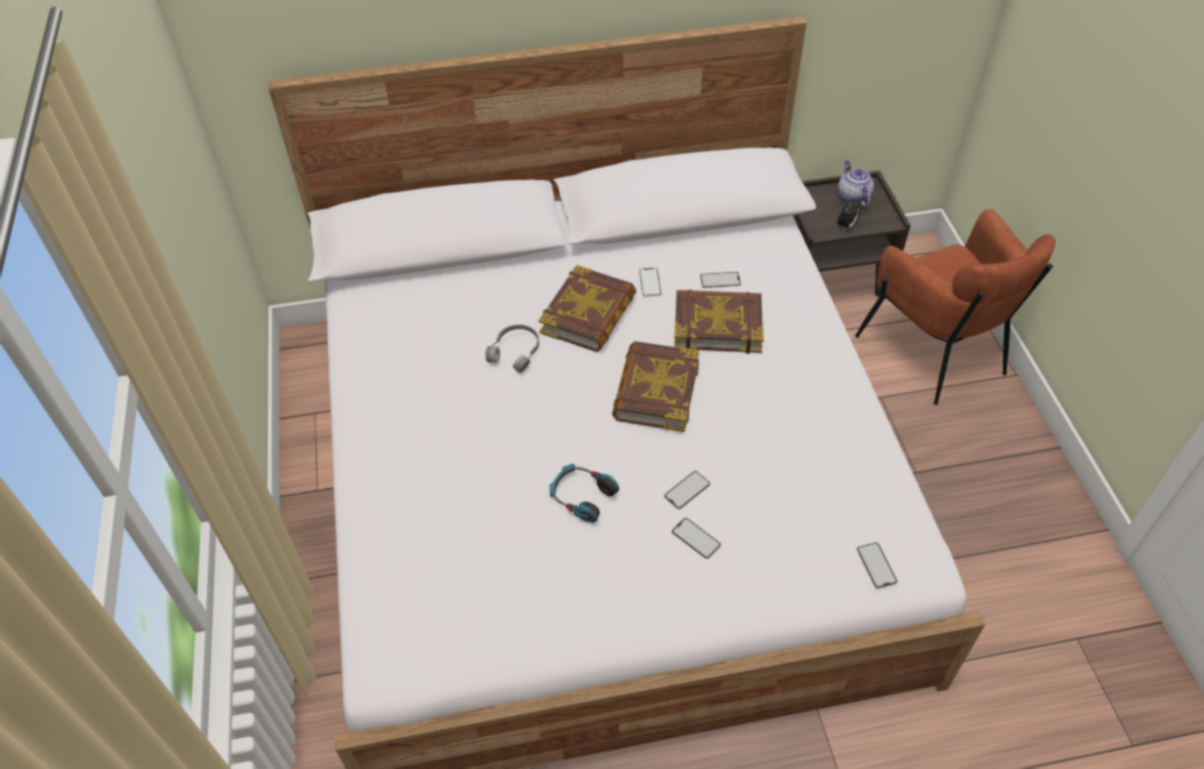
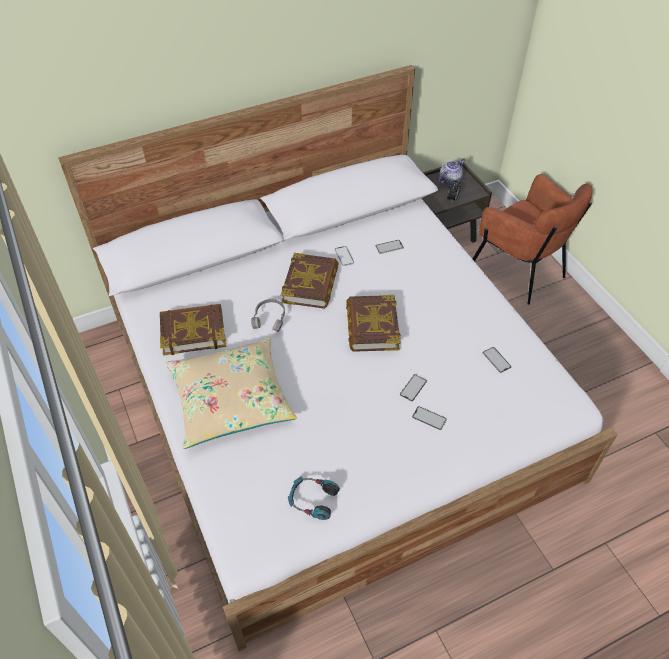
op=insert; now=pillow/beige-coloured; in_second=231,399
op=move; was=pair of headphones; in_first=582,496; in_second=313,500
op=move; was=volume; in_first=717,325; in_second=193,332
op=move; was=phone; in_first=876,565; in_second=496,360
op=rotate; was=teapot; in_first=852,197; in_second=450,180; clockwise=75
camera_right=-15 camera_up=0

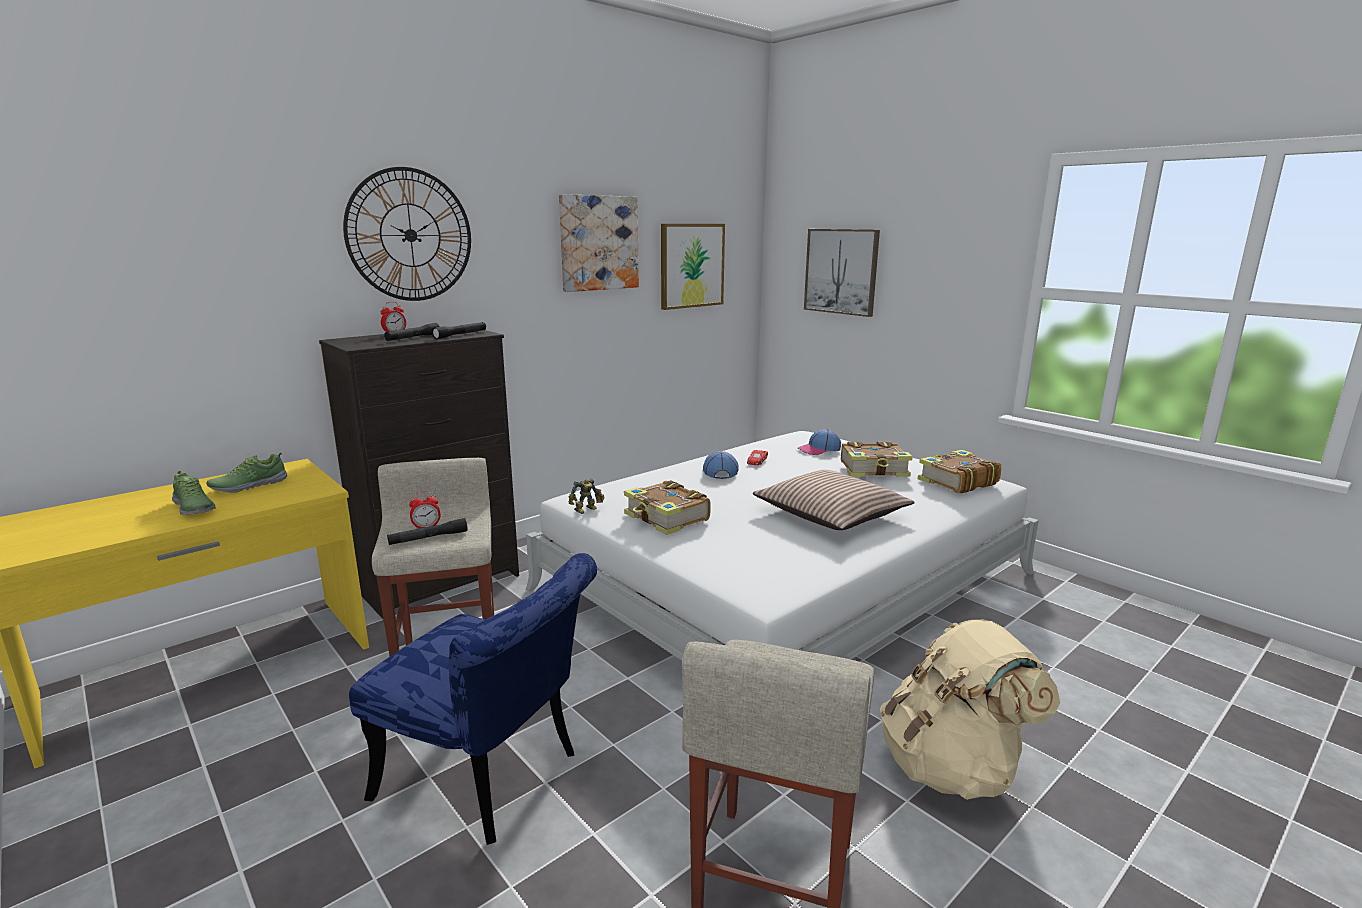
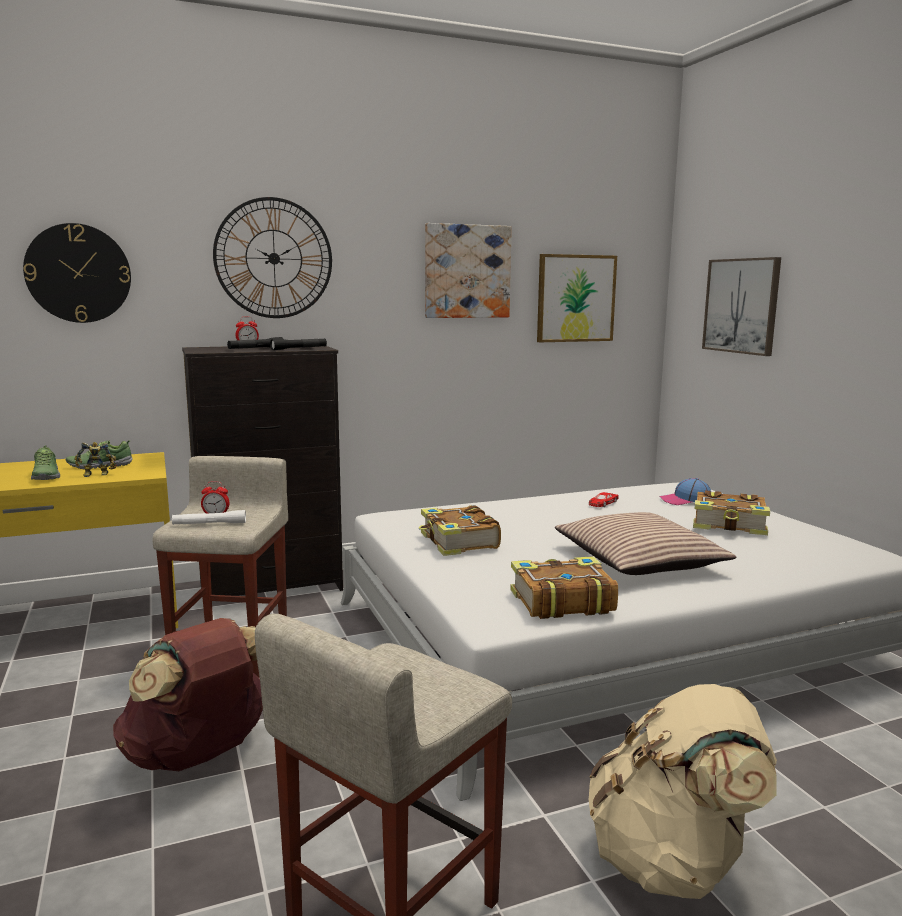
op=delete; was=cap; in_first=719,470
op=insert; now=hanging clock; in_second=78,273
op=move; was=robot figure; in_first=587,510; in_second=97,475
op=move; was=volume; in_first=956,482; in_second=560,601
op=replace; was=plain chair/blue-coloured; now=rucksack/brownish; in_first=491,779; in_second=199,755
op=recolor; was=torch/blackish; now=torch/white; in_first=428,538; in_second=209,524
camera_right=20 camera_up=-5

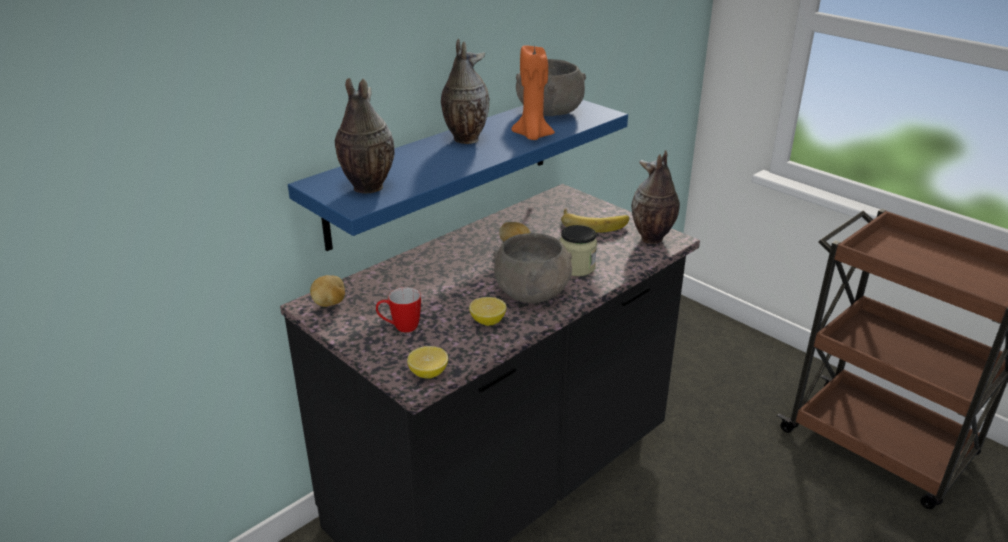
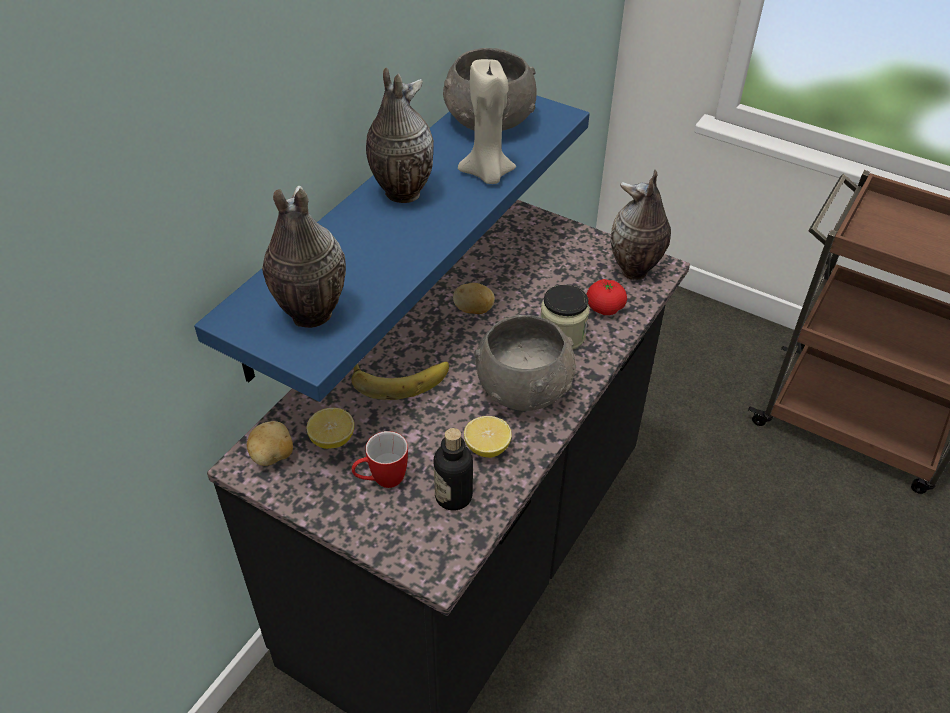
op=insert; now=beverage bottle; in_second=453,496
op=insert; now=fresh tomato; in_second=605,307
op=move; was=whole lemon; in_first=428,373; in_second=332,439
op=move; was=banana fruit; in_first=594,223; in_second=399,376
op=recolor; was=wax candle/orange; now=wax candle/beige-coloured; in_first=532,136; in_second=487,174
camera_right=-15 camera_up=15

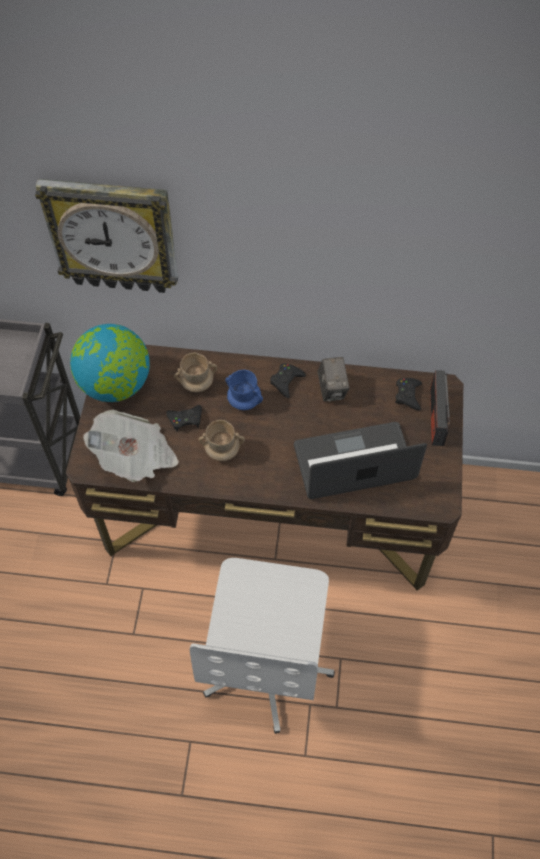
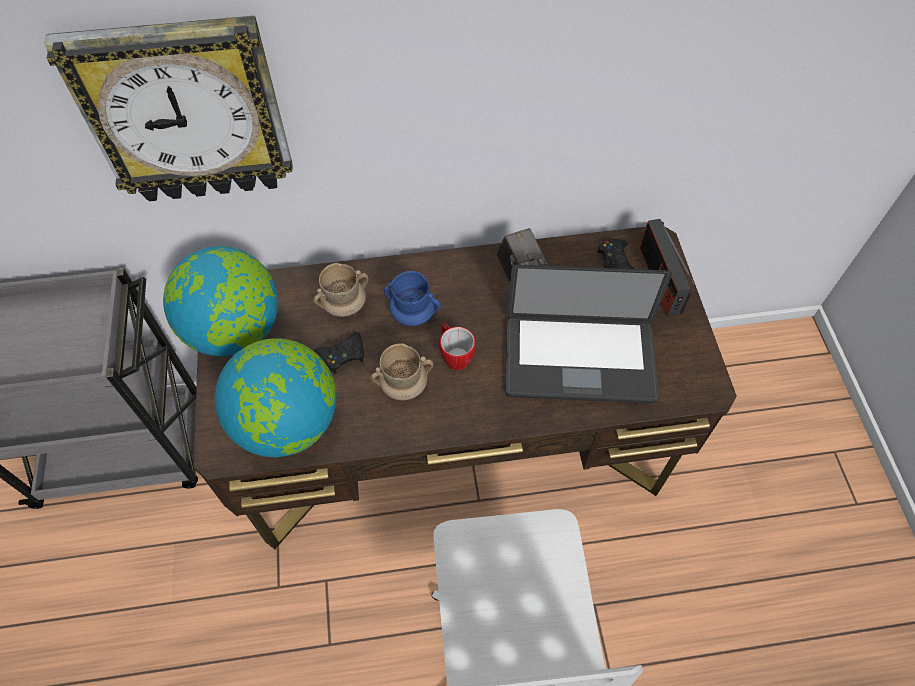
op=delete; was=joypad/blackish; in_first=286,381
op=insert; now=mug; in_second=454,355
op=replace; was=daily paper; now=desk globe; in_first=135,457; in_second=288,422
op=rotate; was=notebook computer; in_first=354,462; in_second=579,361; clockwise=-150
camera_right=-15 camera_up=0

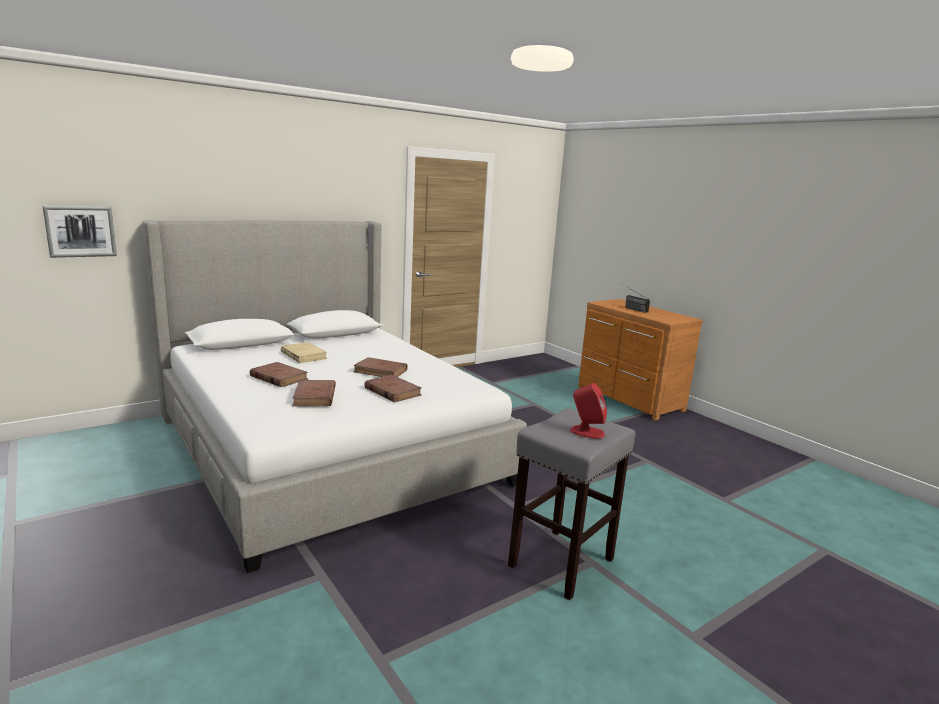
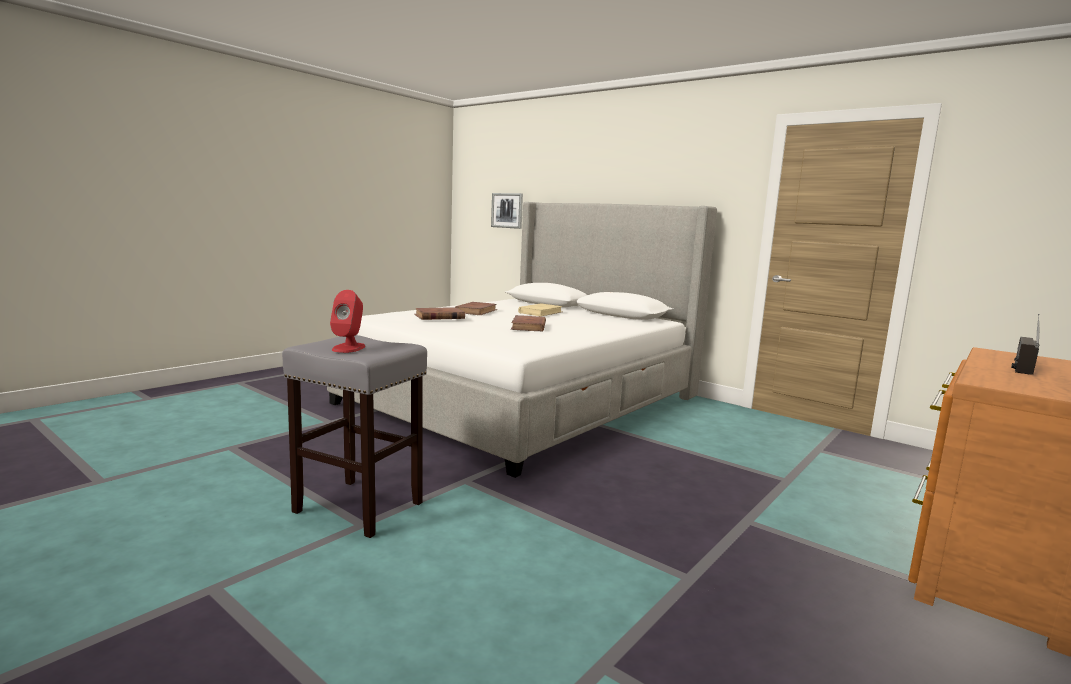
op=delete; was=volume/brownish; in_first=392,391
camera_right=75 camera_up=-5

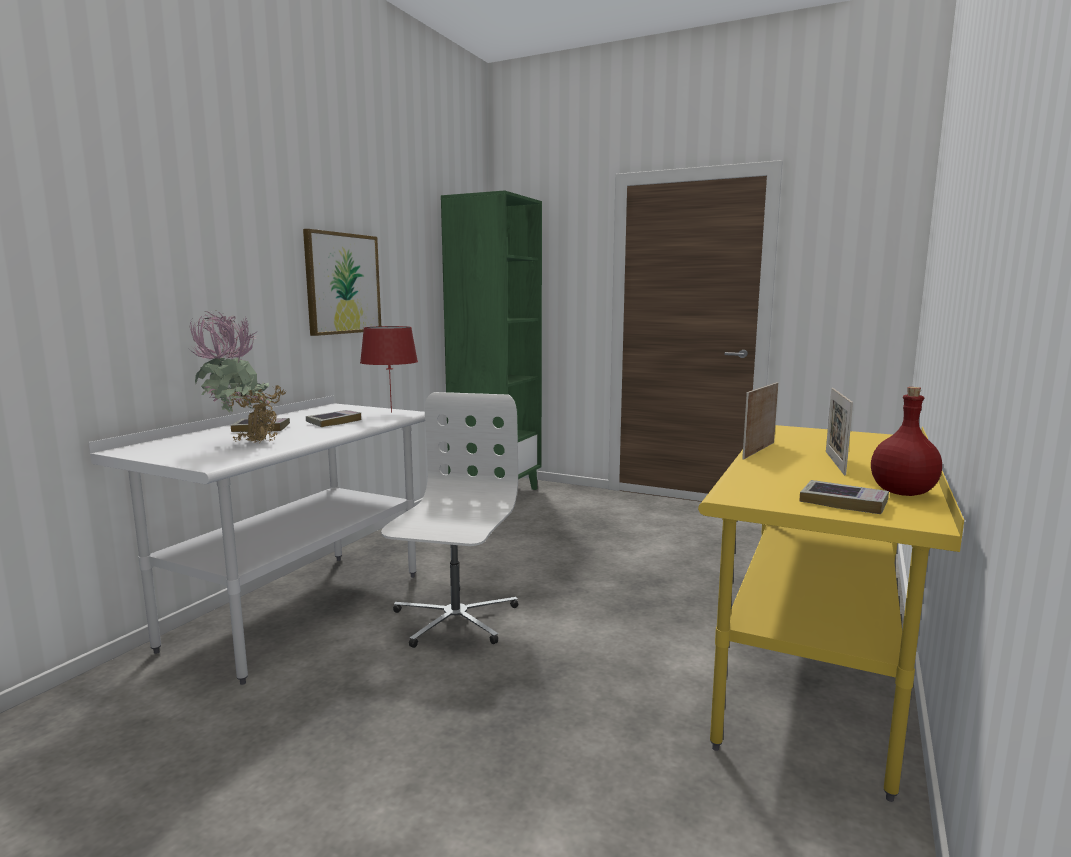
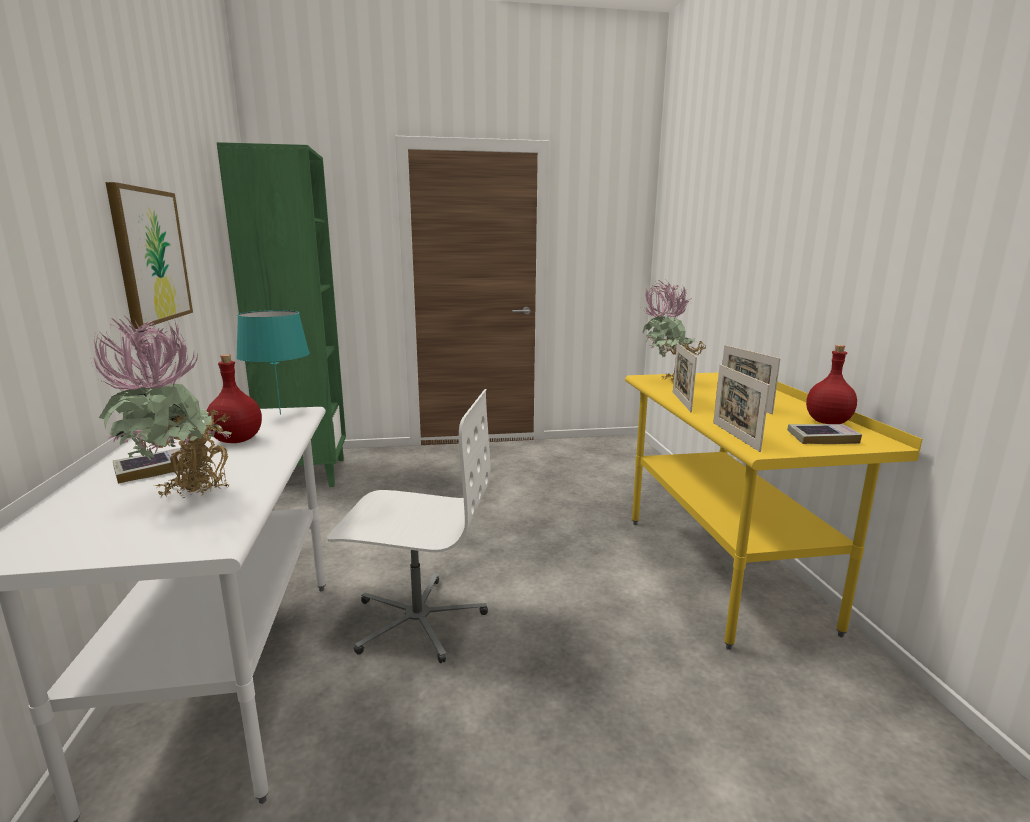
op=insert; now=potted plant; in_second=667,382
op=insert; now=picture frame; in_second=735,436
op=replace; was=volume; now=beverage bottle/reddish; in_first=334,422; in_second=238,440
op=recolor; was=lamp for a table/reddish; now=lamp for a table/turquoise; in_first=390,412; in_second=279,414
op=rotate; was=office chair/white; in_first=454,618; in_second=417,619; clockwise=120
camera_right=-35 camera_up=5

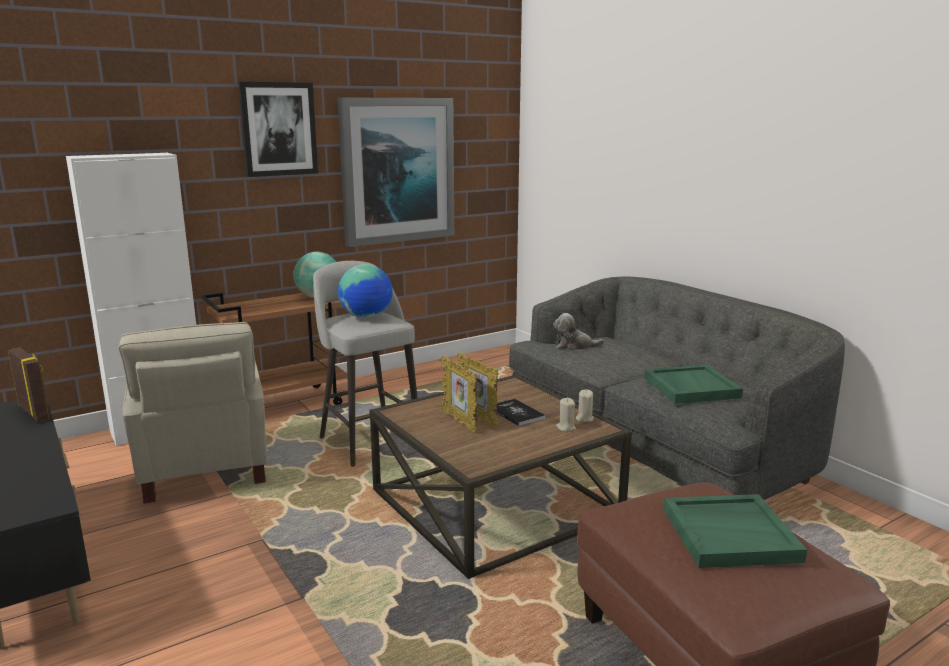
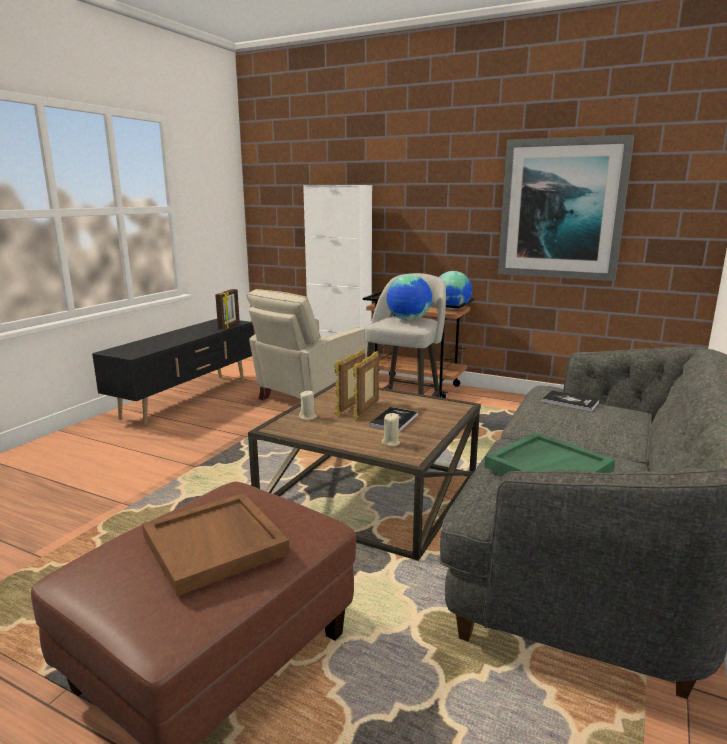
op=delete; was=picture; in_first=278,129
op=move; was=wax candle/beige-coloured; in_first=584,418; in_second=308,417
op=replace; was=cuddly toy; now=volume; in_first=574,346; in_second=570,402
op=recolor; was=serving tray/green; now=serving tray/brownish; in_first=730,534; in_second=216,545
camera_right=60 camera_up=0

